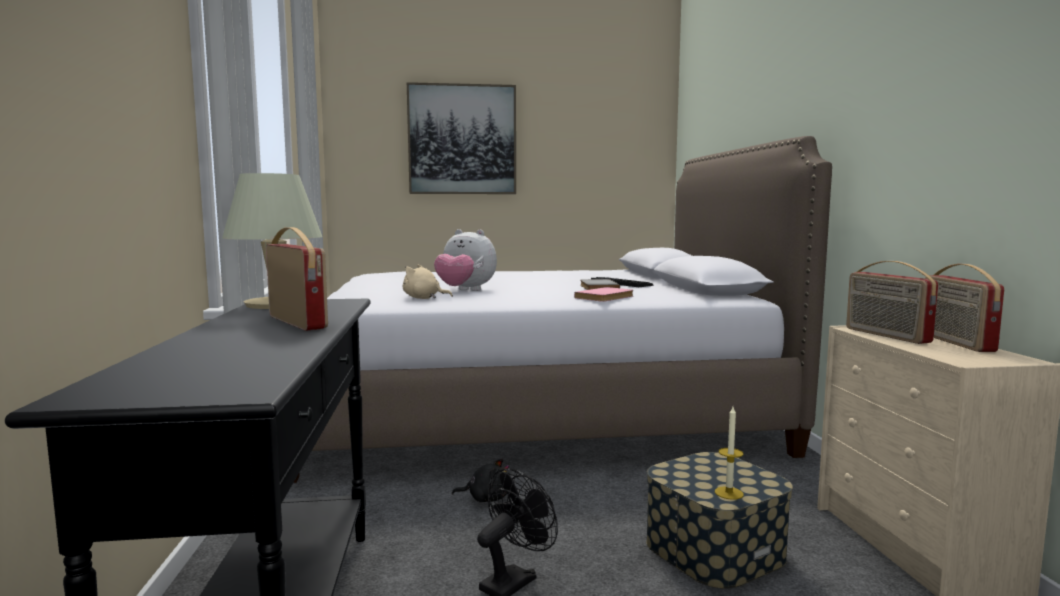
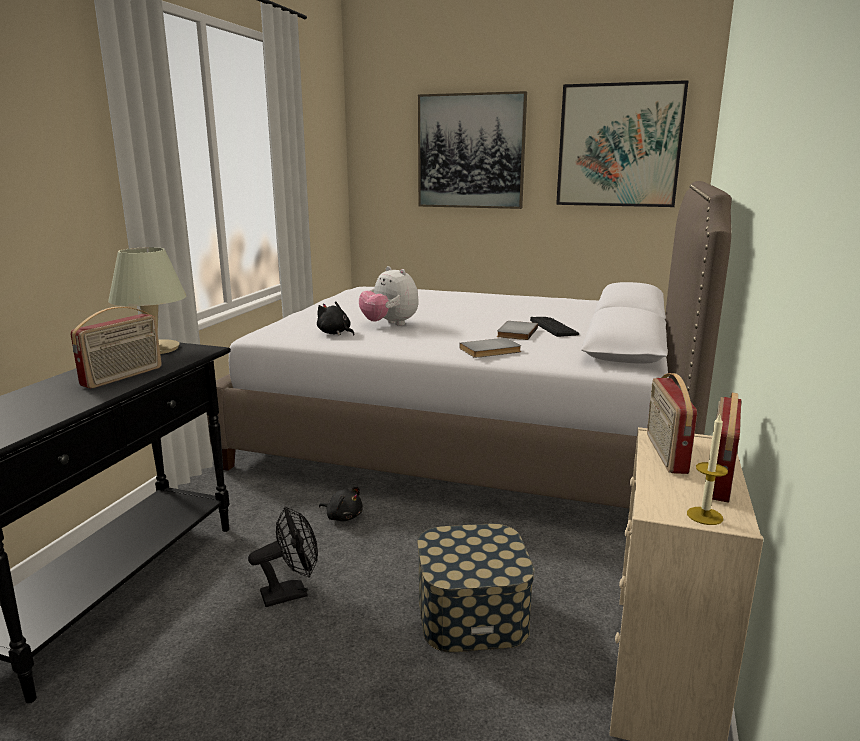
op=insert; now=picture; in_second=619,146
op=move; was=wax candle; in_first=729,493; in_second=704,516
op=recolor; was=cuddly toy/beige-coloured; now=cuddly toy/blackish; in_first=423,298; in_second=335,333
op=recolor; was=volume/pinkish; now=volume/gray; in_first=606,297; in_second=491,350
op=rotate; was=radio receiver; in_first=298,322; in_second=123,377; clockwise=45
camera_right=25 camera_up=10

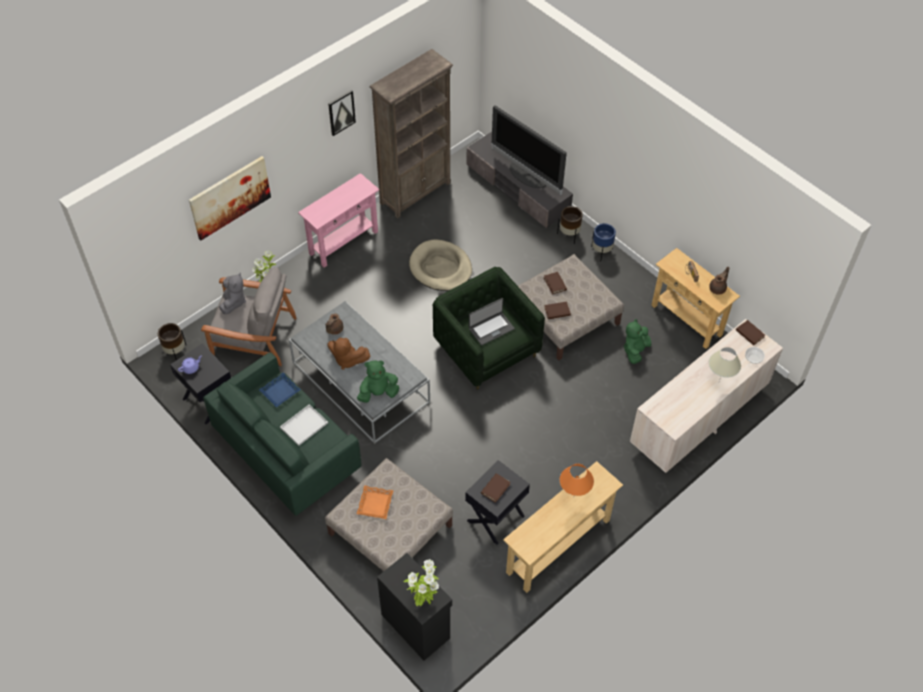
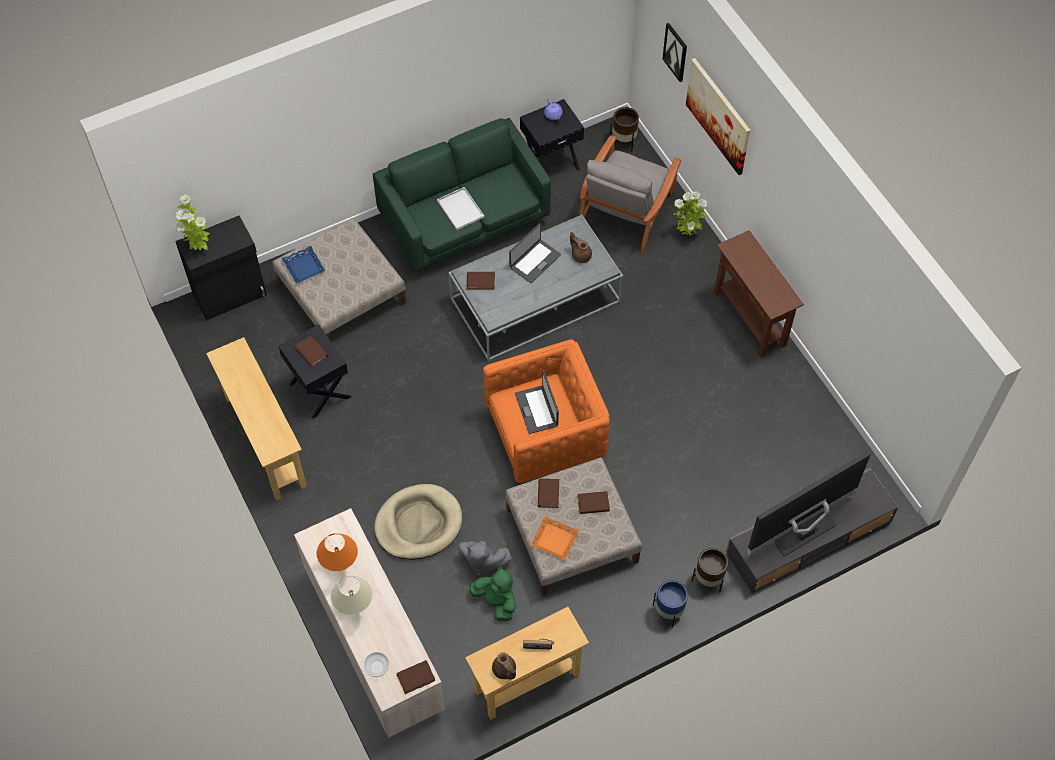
op=delete; was=bookcase/brownish; in_first=415,193
op=move; was=cuddly toy/gray; in_first=233,302; in_second=483,562
op=move; was=serving tray/blue-coloured; in_first=280,391; in_second=304,267
op=move; was=picture; in_first=341,112; in_second=675,52
op=move; was=serving tray/orange; in_first=375,504; in_second=554,540
op=move; was=dog cushion/beige-coloured; in_first=440,268; in_second=418,524
op=move; was=lamp for a table/orange; in_first=573,497; in_second=341,569
op=replace; was=cuddly toy/brownish; now=notebook computer; in_first=347,360; in_second=534,261
op=replace; was=cuddly toy/green; now=volume/brownish; in_first=378,393; in_second=480,281
op=recolor; was=narrow table/pinkish; now=narrow table/brownish; in_first=343,242; in_second=749,318
op=recolor; was=lounge chair/green; now=lounge chair/orange; in_first=486,349; in_second=545,435
camera_right=105 camera_up=5

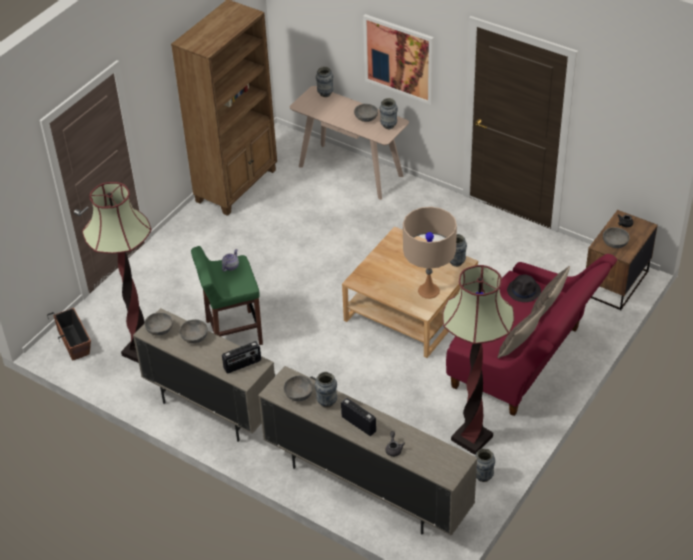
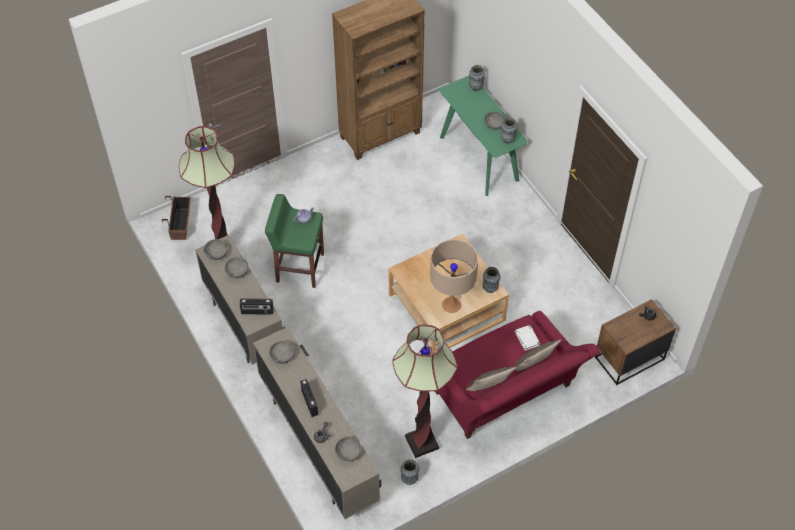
op=delete; was=vase; in_first=327,402
op=delete; was=picture; in_first=399,58
op=move; was=bowl/gray; in_first=615,243; in_second=348,453
op=replace; was=wearable hat/blackish; now=volume/white; in_first=524,291; in_second=527,339
op=recolor; was=narrow table/beige-coloured; now=narrow table/green; in_first=351,171; in_second=479,158
camera_right=25 camera_up=10

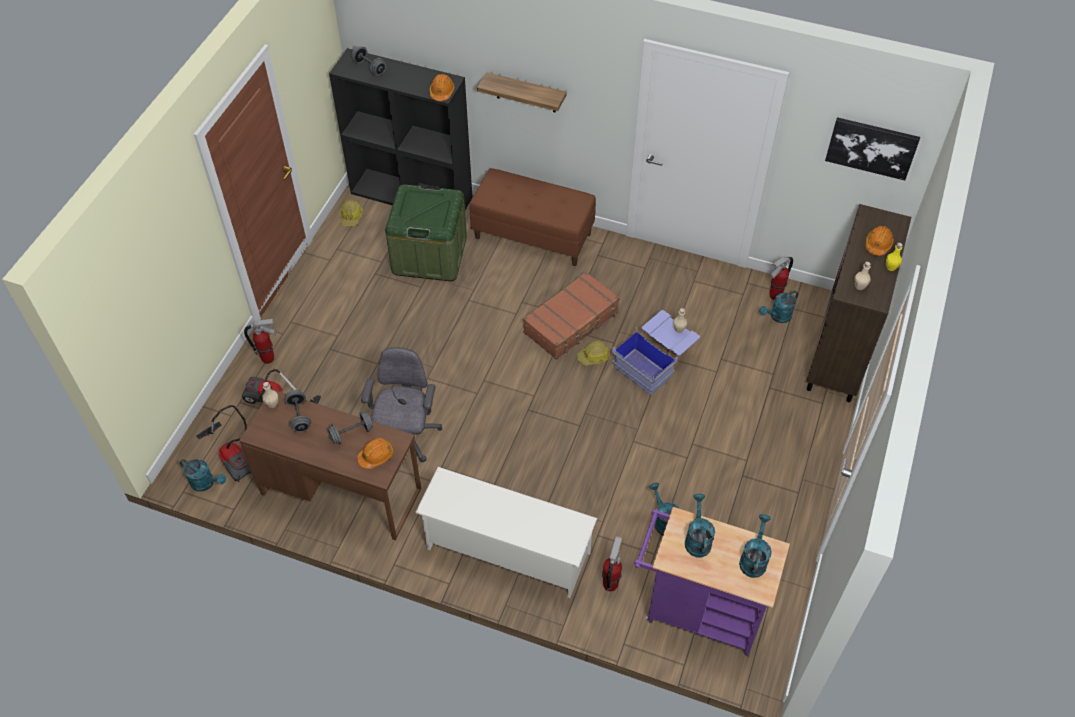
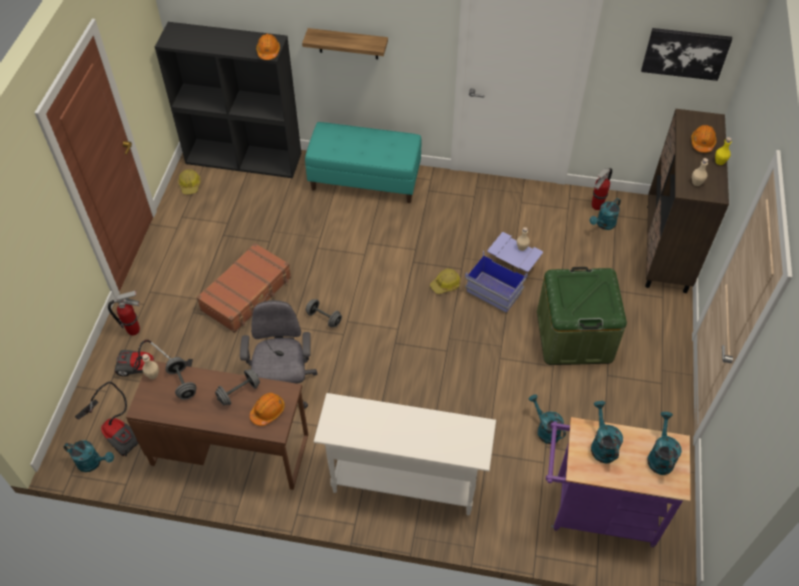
op=delete; was=fire extinguisher; in_first=610,584
op=move; was=hand weight/gray; in_first=369,68; in_second=324,318
op=move; was=storage bin/green; in_first=429,254; in_second=574,336
op=move; was=suitcase/brownish; in_first=571,322; in_second=247,294
op=replace; was=shoe rack/white; now=narrow table/white; in_first=507,551; in_second=404,482
op=recolor; was=long seat/brownish; now=long seat/turquoise; in_first=533,235; in_second=365,180
camera_right=-10 camera_up=0

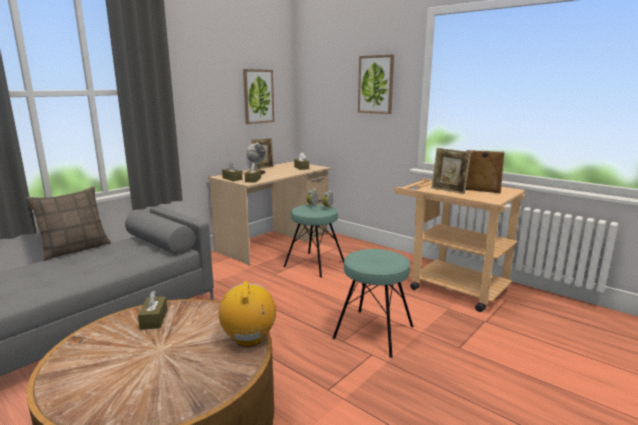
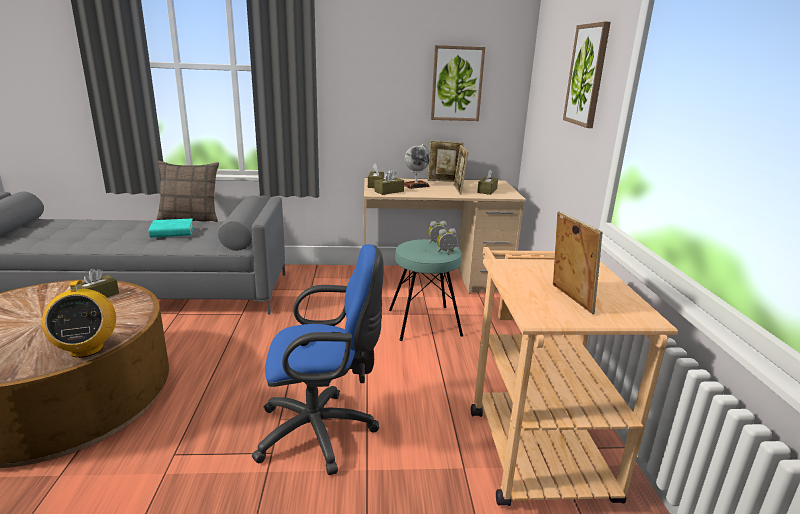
op=insert; now=volume/turquoise; in_second=172,232
op=move; was=picture frame; in_first=448,191; in_second=459,190
op=replace; was=stool seat/turquoise; now=office chair/blue-coloured; in_first=373,332; in_second=322,432
op=rotate; was=radio receiver; in_first=249,339; in_second=86,349; clockwise=120
camera_right=45 camera_up=5

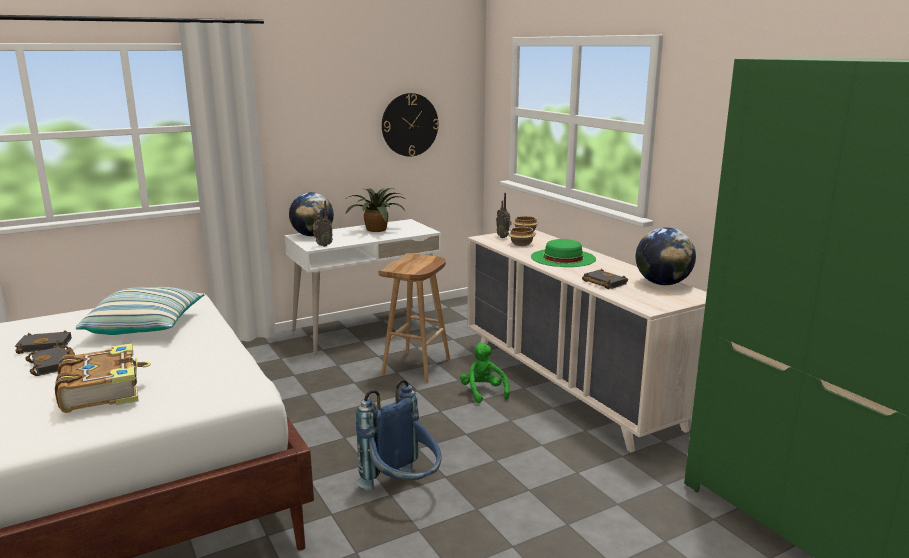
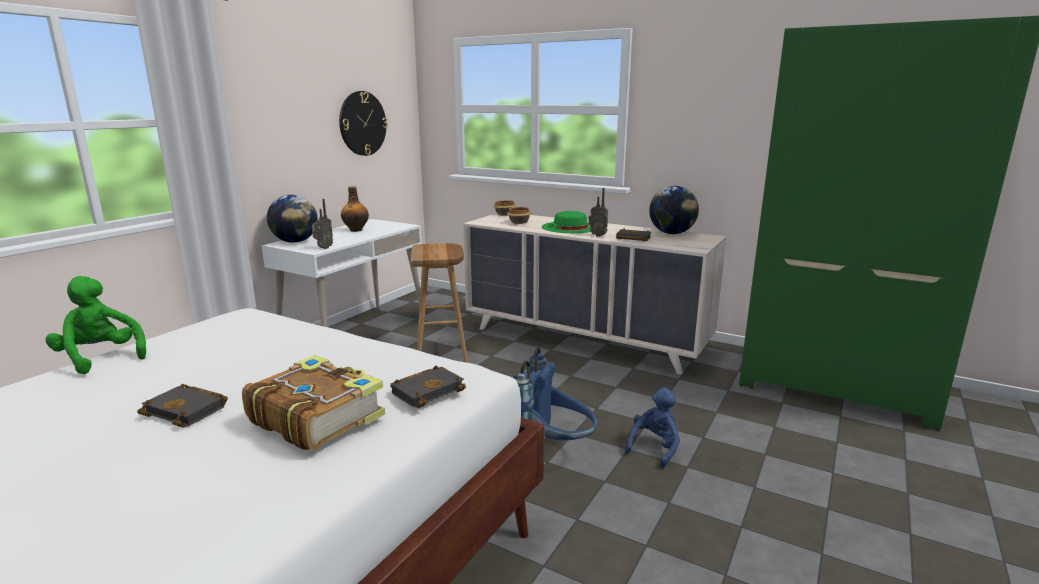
op=delete; was=pillow; in_first=146,327
op=insert; now=cuddly toy/blue-coloured; in_second=654,448
op=move; was=volume/blackish; in_first=46,345; in_second=428,390
op=move; was=cuddly toy/green; in_first=483,392; in_second=100,358
op=move; was=radio receiver; in_first=503,237; in_second=598,235
op=replace; was=potted plant; now=beverage bottle; in_first=377,230; in_second=356,230
camera_right=-30 camera_up=0

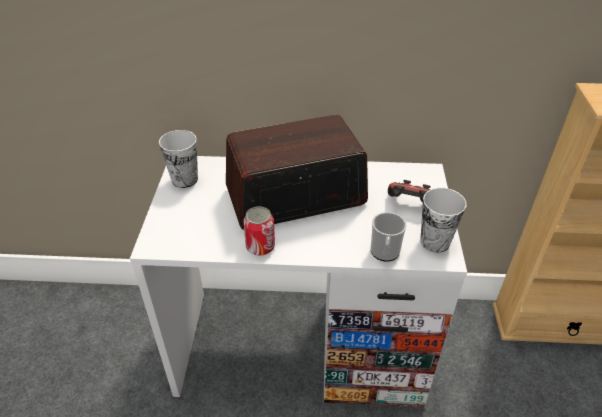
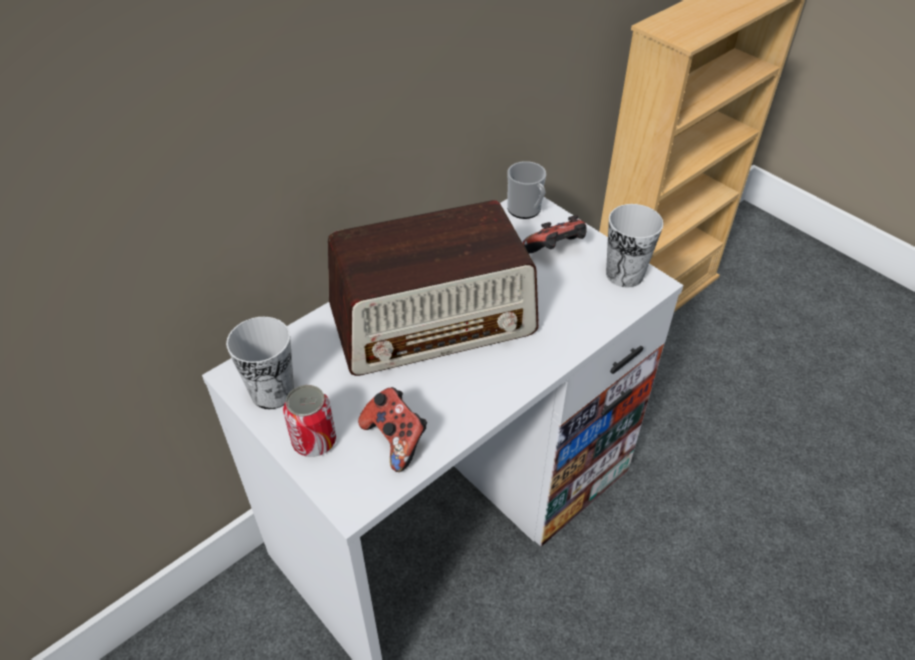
op=insert; now=joypad; in_second=395,439
op=move; was=can; in_first=260,246; in_second=314,441
op=move; was=mug; in_first=384,253; in_second=526,210
op=rotate; was=radio receiver; in_first=294,196; in_second=433,320; clockwise=-135
camera_right=-45 camera_up=5

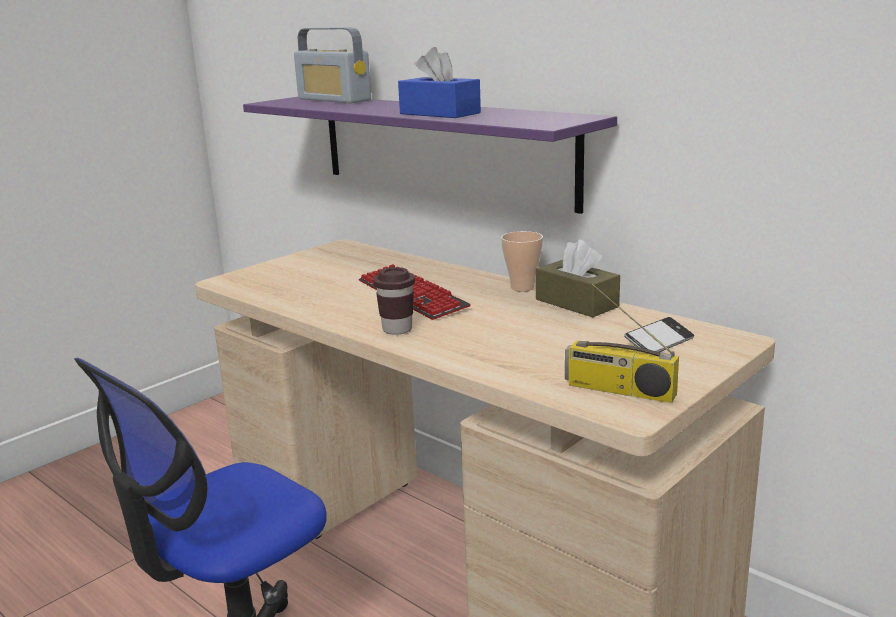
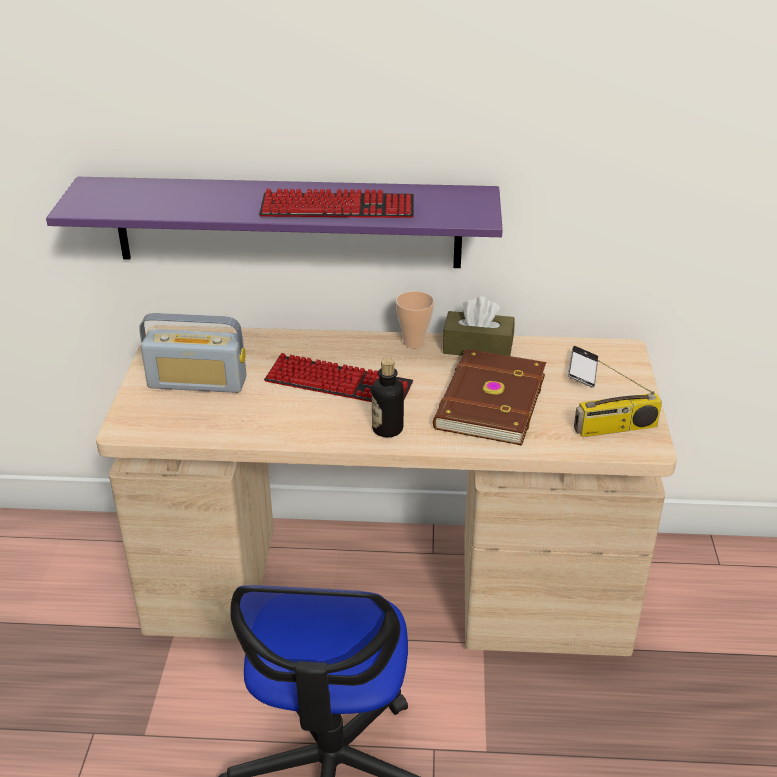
op=insert; now=volume/brownish; in_second=488,401
op=move; was=radio receiver; in_first=334,100; in_second=197,382
op=replace; was=cup/brownish; now=beverage bottle; in_first=397,329; in_second=387,429
op=replace; was=tissue holder/blue-coloured; now=computer keyboard; in_first=439,113; in_second=337,208
camera_right=-40 camera_up=15

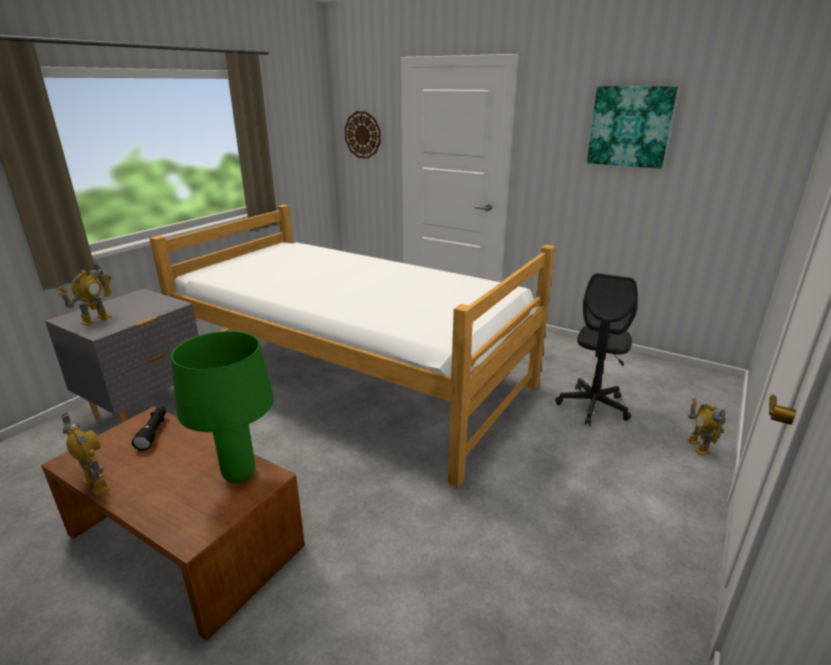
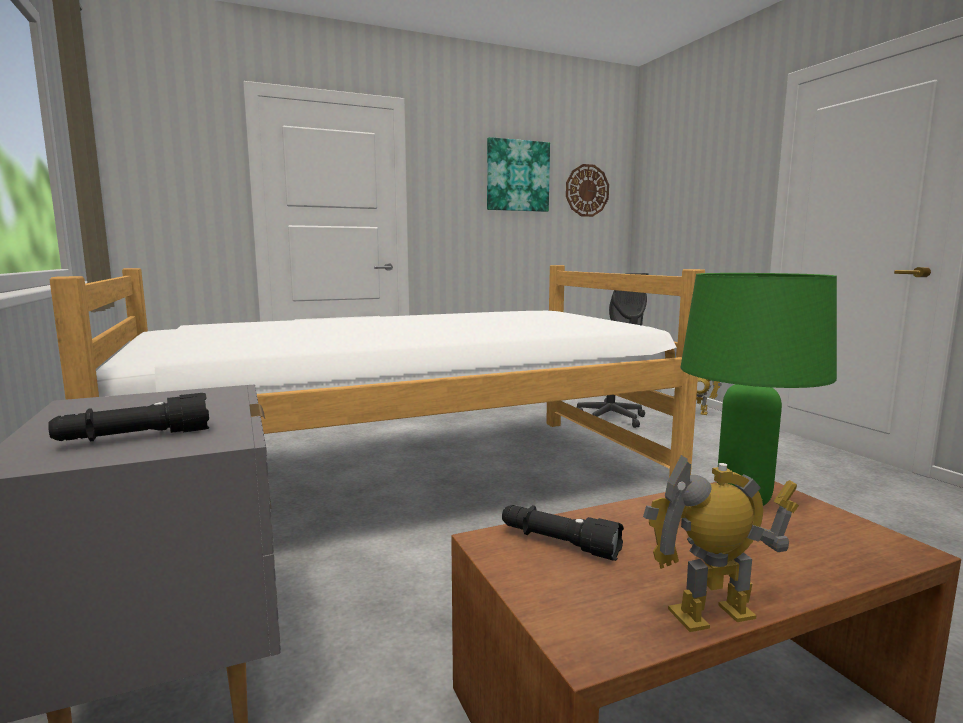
op=move; was=hanging clock; in_first=362,135; in_second=587,190
op=replace; was=robot figure; now=torch/blackish; in_first=96,320; in_second=135,438
camera_right=-55 camera_up=-15

